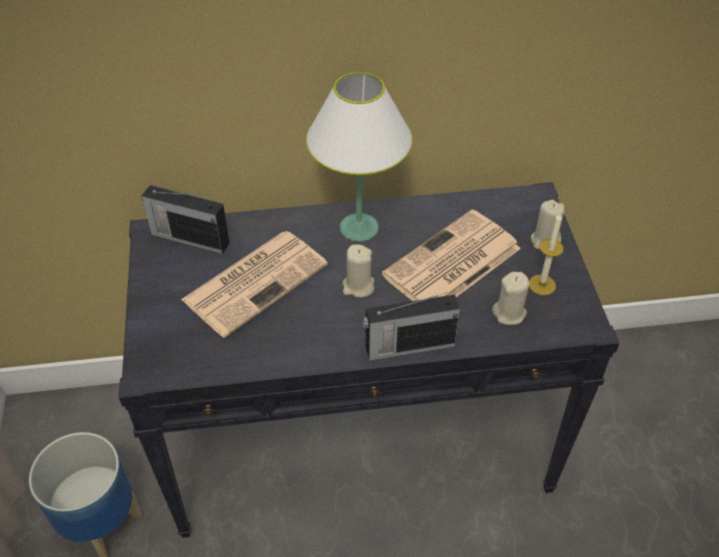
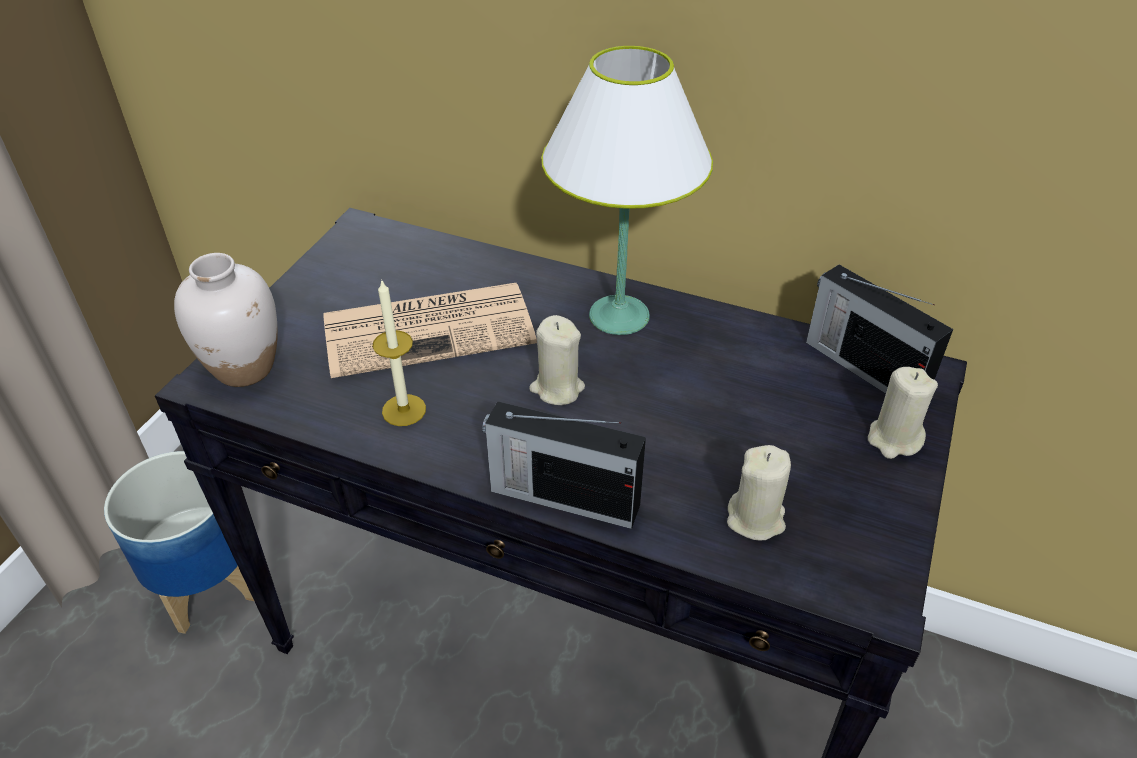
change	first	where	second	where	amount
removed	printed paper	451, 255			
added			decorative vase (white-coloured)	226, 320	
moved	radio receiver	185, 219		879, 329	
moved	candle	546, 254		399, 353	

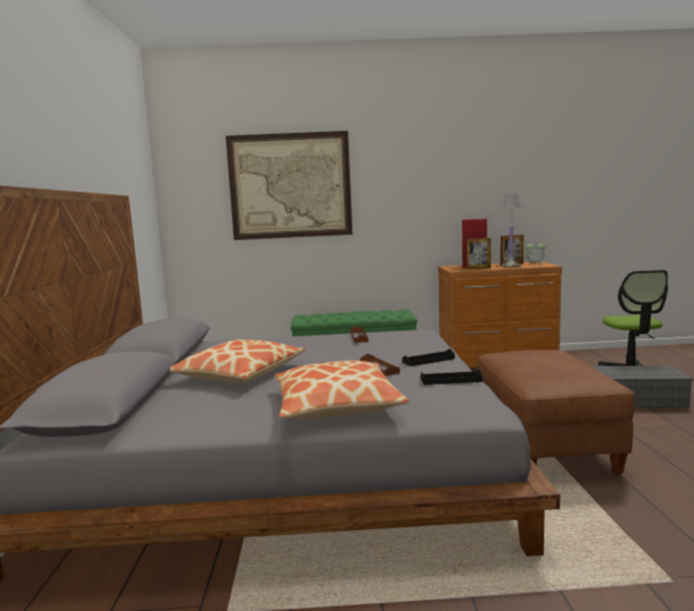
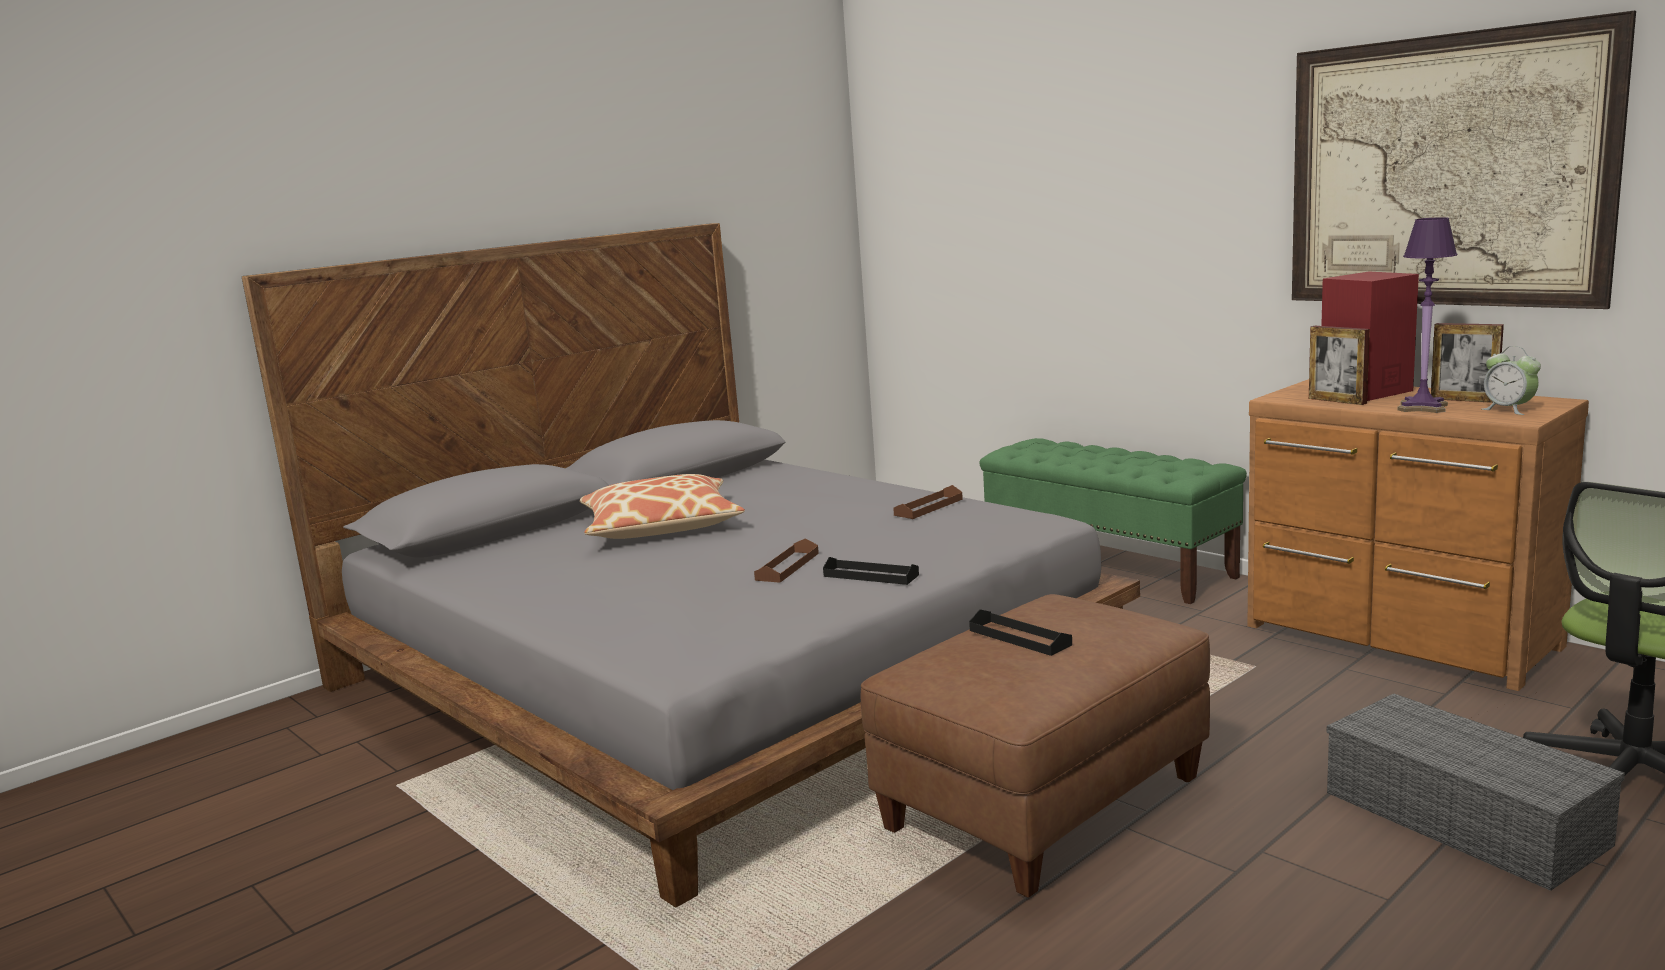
change	first	where	second	where	amount
removed	pillow	341, 390			
moved	picture	289, 185		1464, 160	
moved	tray (black-coloured)	452, 377		1020, 632	
recoloured	table lamp (white-coloured)	511, 230	table lamp (purple)	1427, 315	

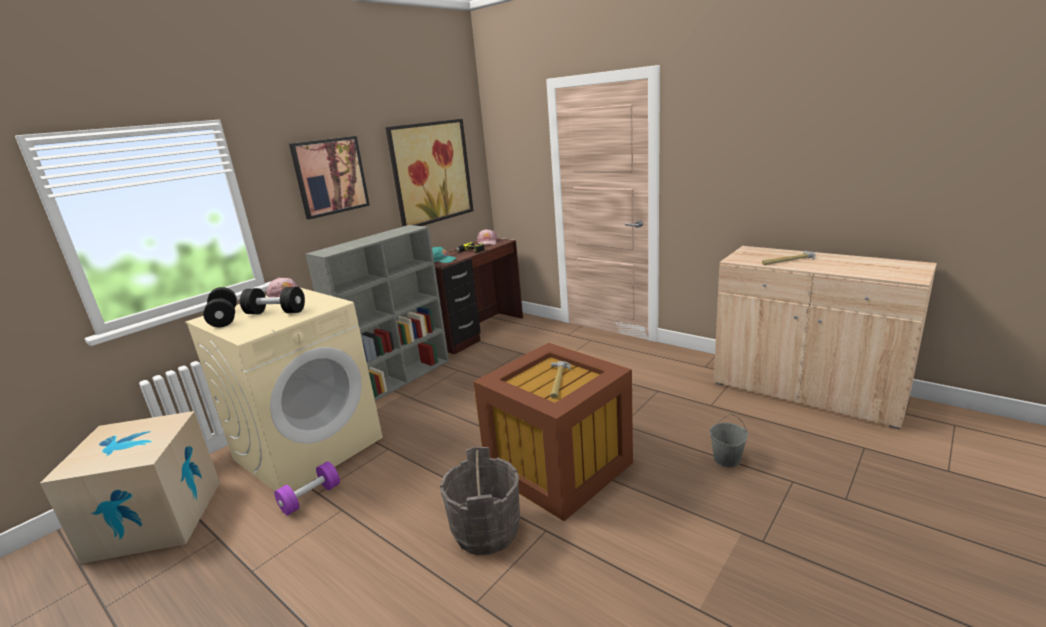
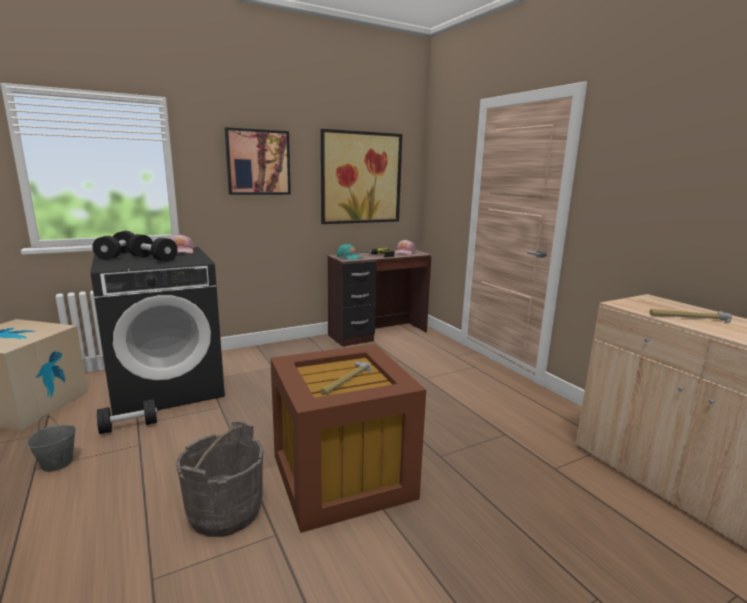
change	first	where	second	where	amount
removed	bookcase (grey)	377, 313			
moved	pail (grey)	729, 441		51, 443	
recoloured	laundry machine (beige-coloured)	284, 389	laundry machine (black-coloured)	157, 331	
recoloured	hand weight (purple)	307, 488	hand weight (black-coloured)	127, 416	

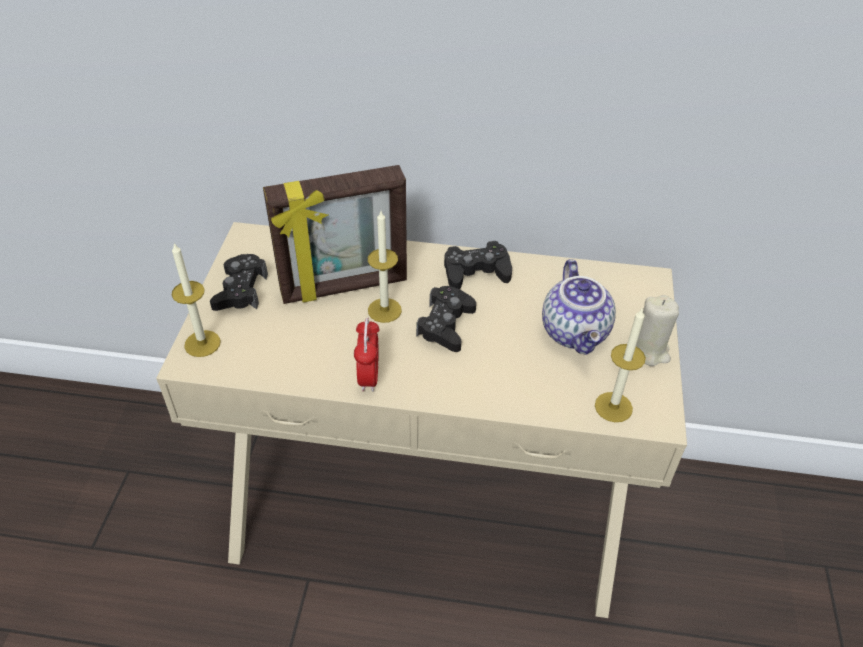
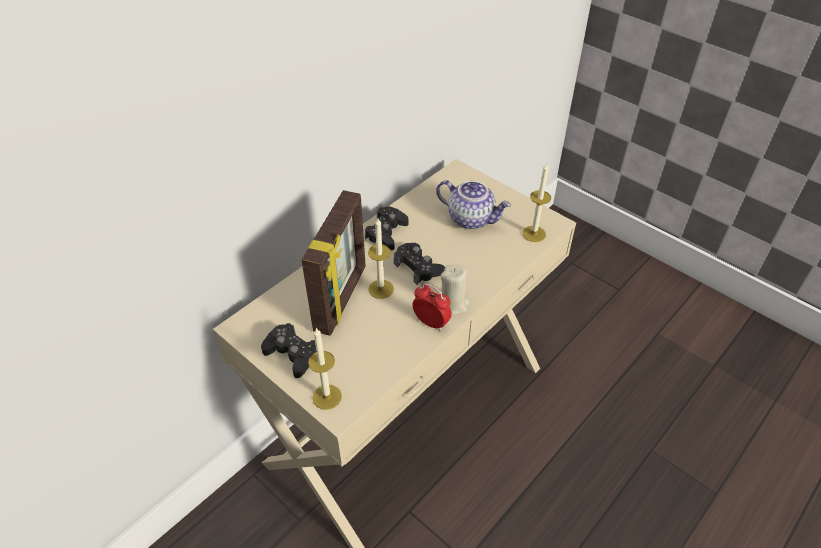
change	first	where	second	where	amount
moved	candle (beige-coloured)	657, 330		455, 290	

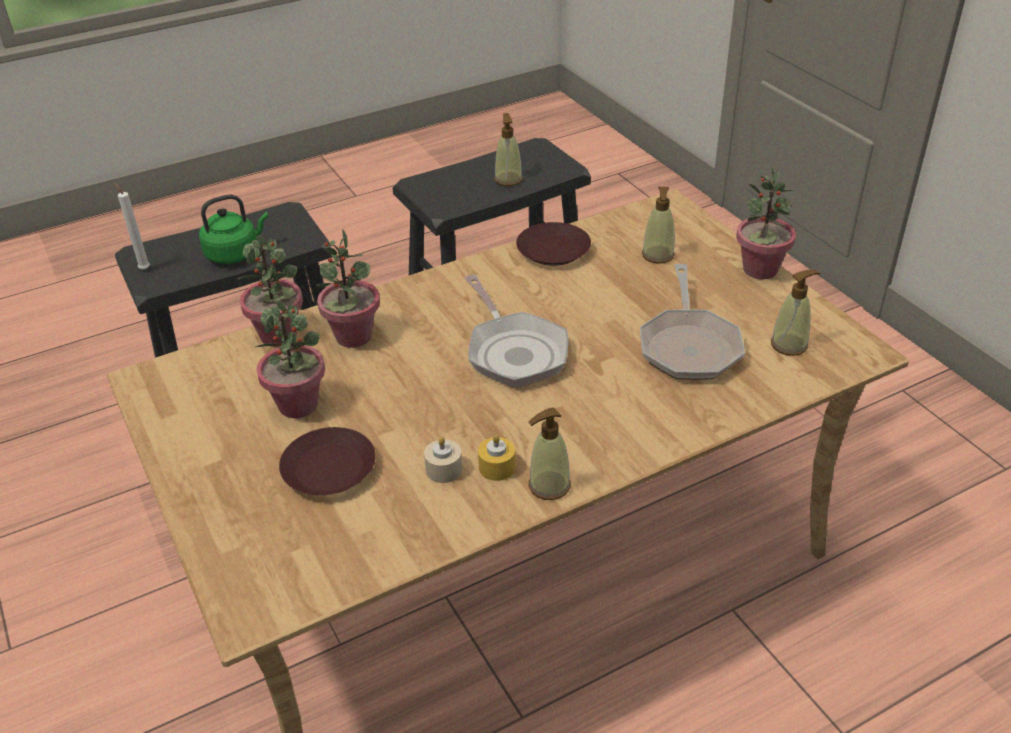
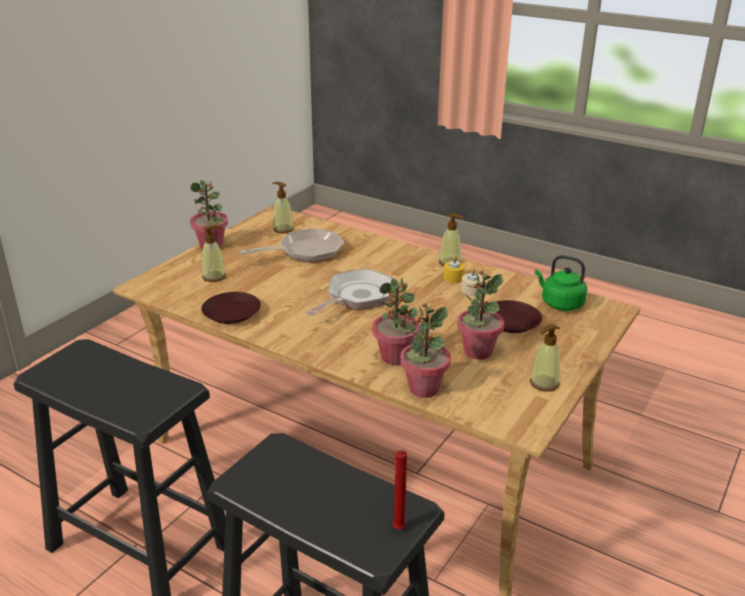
change	first	where	second	where	amount
moved	tea kettle (green-coloured)	234, 229		561, 283	
moved	soap dispenser	508, 149		545, 358	
recoloured	candle (white-coloured)	132, 226	candle (red-coloured)	400, 490	

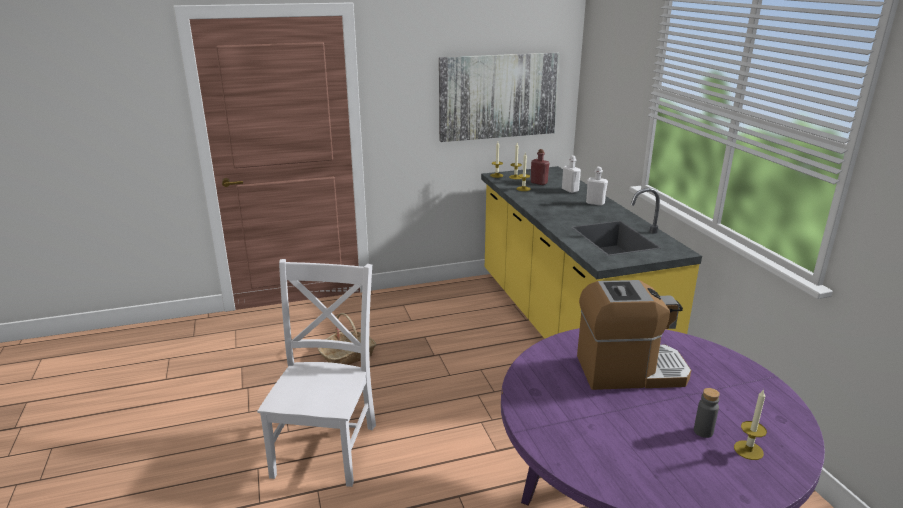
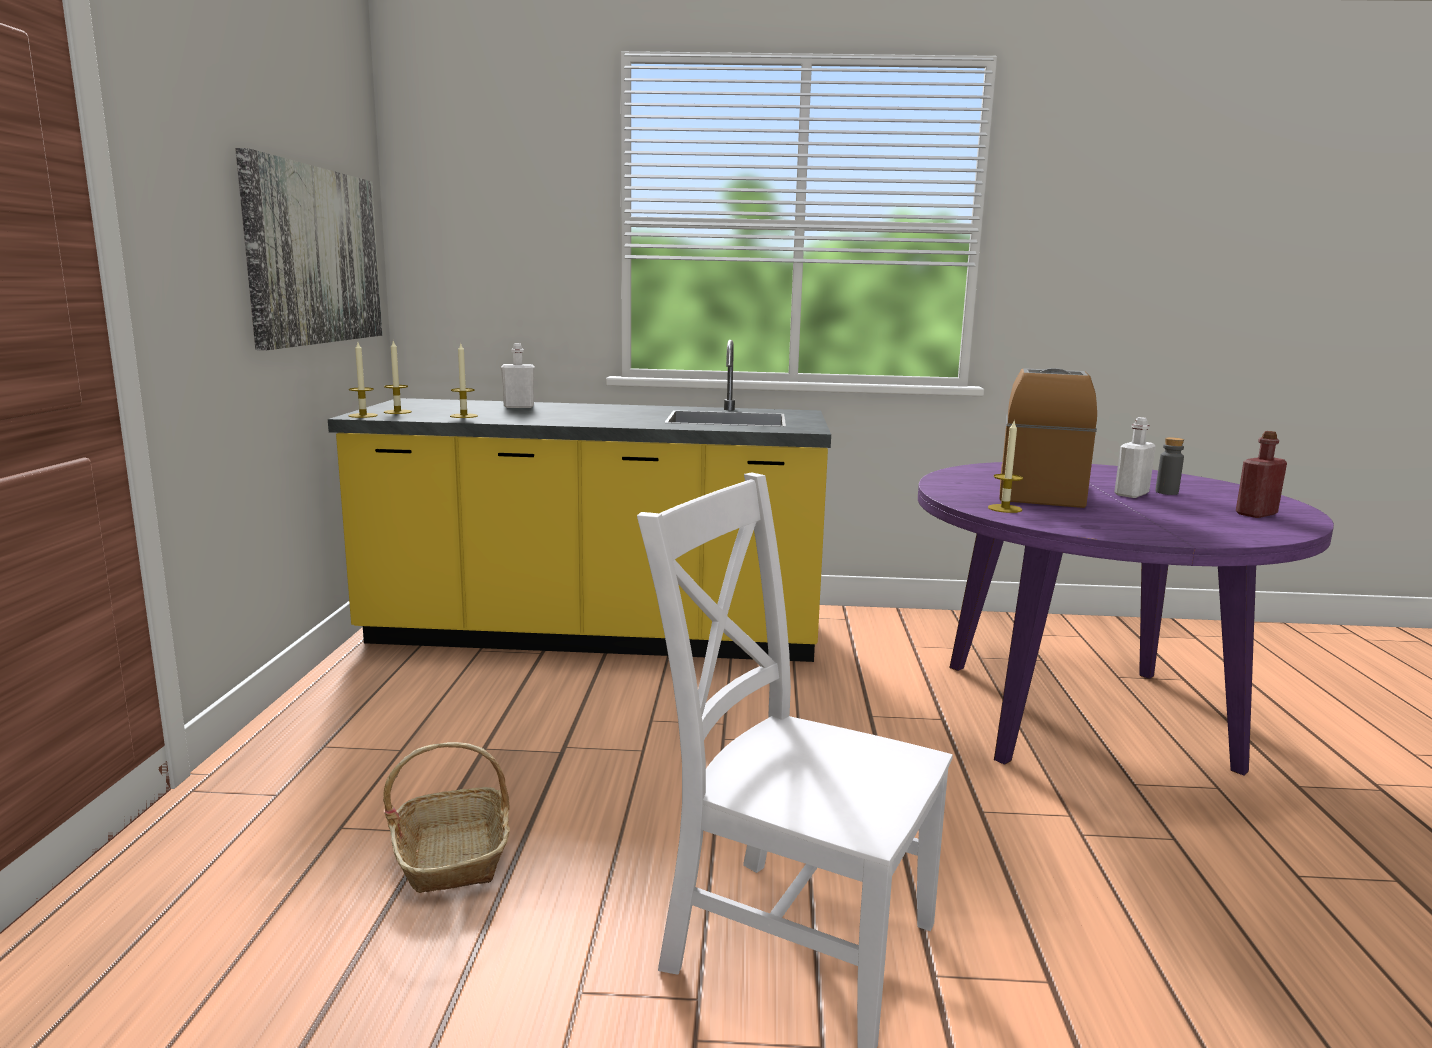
change	first	where	second	where	amount
moved	beverage bottle (red-coloured)	540, 167		1261, 474	
moved	beverage bottle (white-coloured)	597, 186		1135, 457	
moved	candle	750, 424		1005, 467	

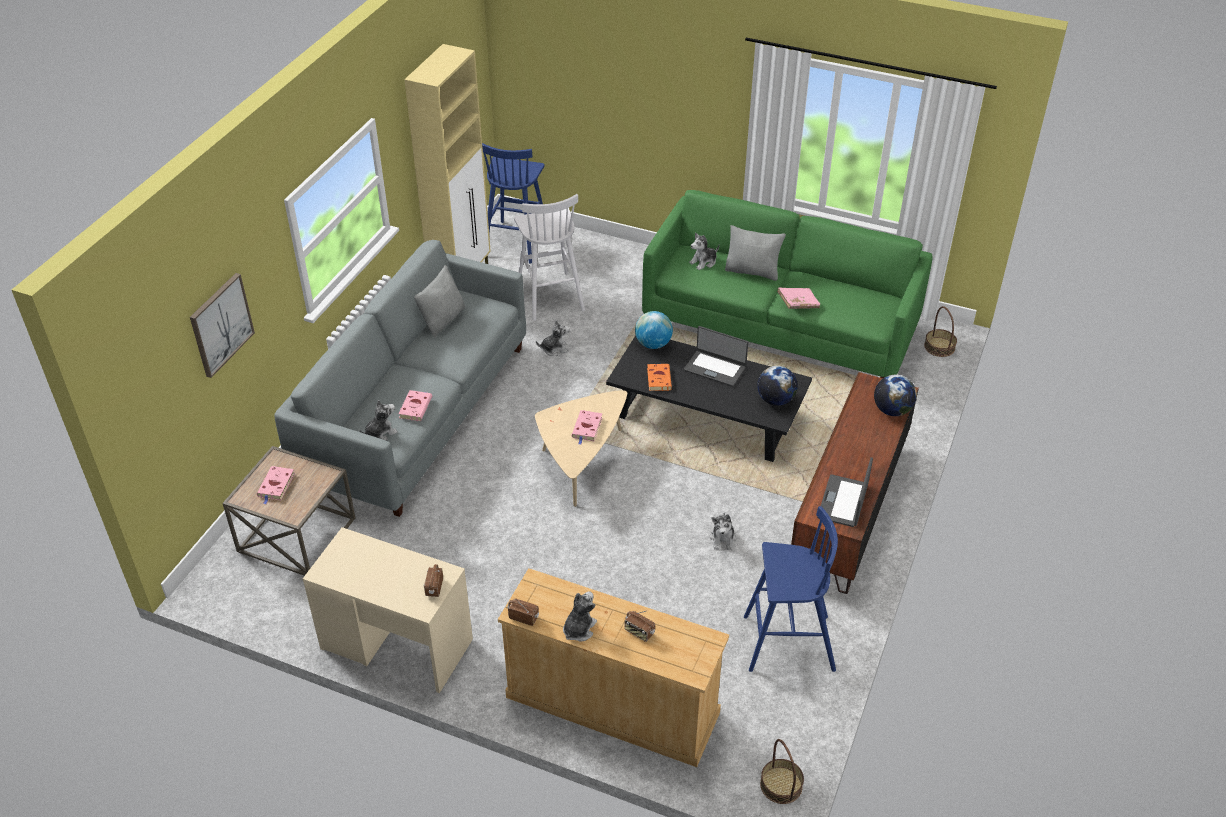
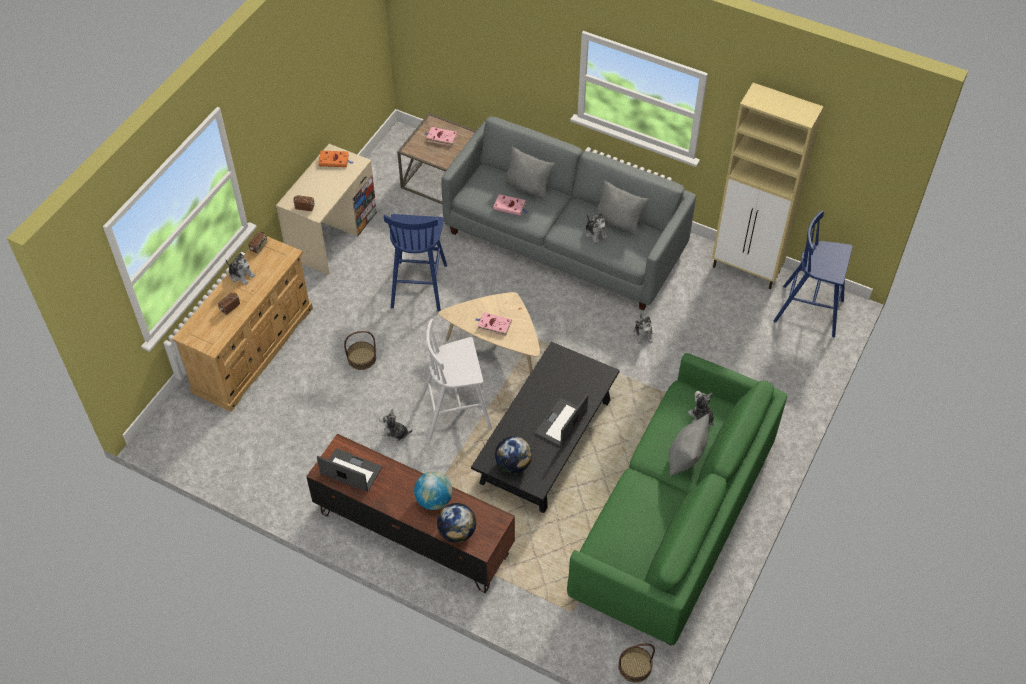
change	first	where	second	where	amount
removed	picture	222, 325			
removed	bound book (pinkish)	798, 298			
added			pillow (grey)	530, 173	
moved	cuddly toy	378, 420		596, 228	
moved	stool seat (white-coloured)	549, 257		456, 380	
moved	desk globe	654, 330		433, 490	
moved	bound book (orangey)	659, 377		335, 159	
moved	stool seat (blue-coloured)	791, 589		415, 263	
moved	basket	782, 771		360, 350	

